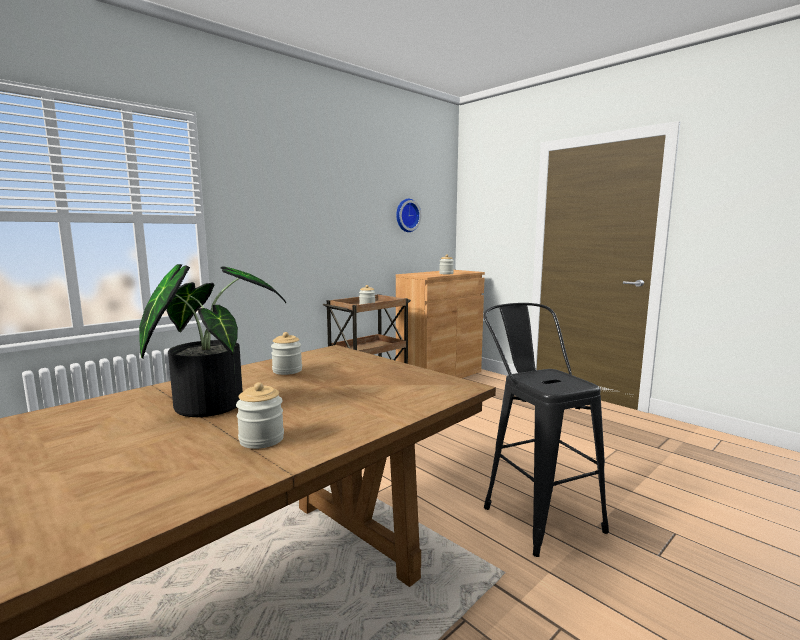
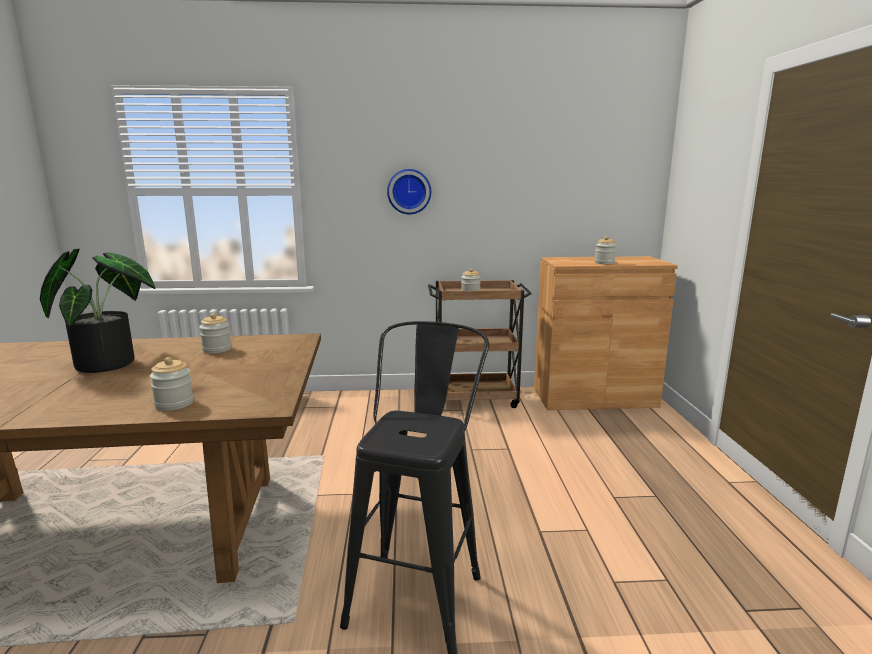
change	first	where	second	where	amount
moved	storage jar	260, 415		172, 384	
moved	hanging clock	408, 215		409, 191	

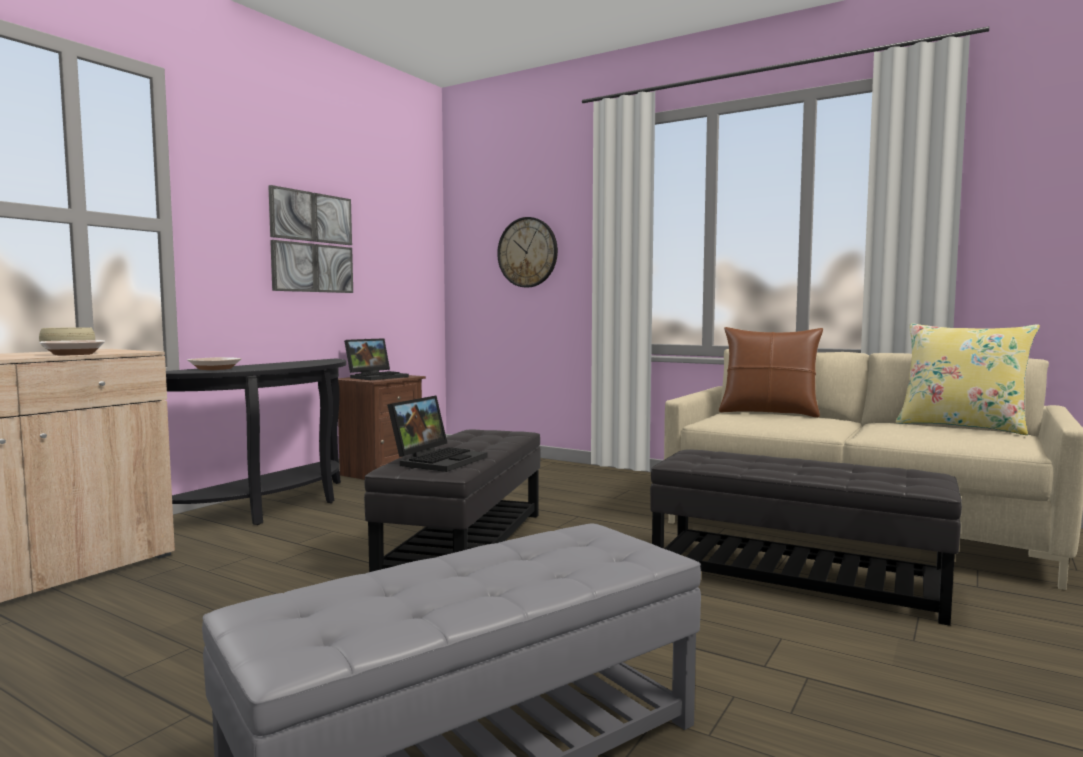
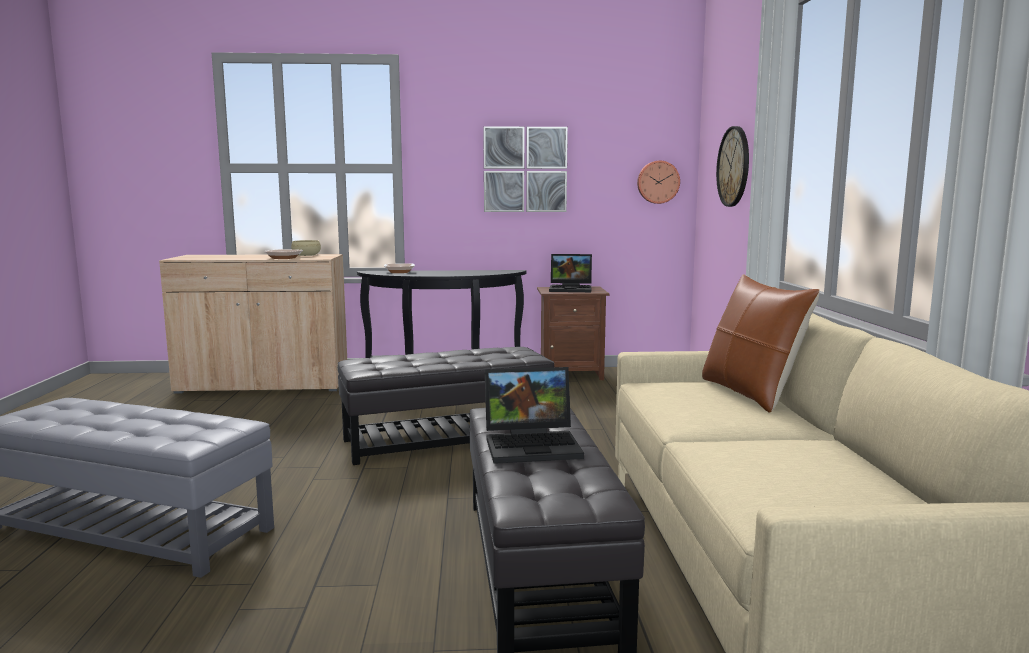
change	first	where	second	where	amount
removed	pillow (yellow-coloured)	968, 379			
added			hanging clock	658, 182	
moved	notebook computer	437, 434		534, 415	

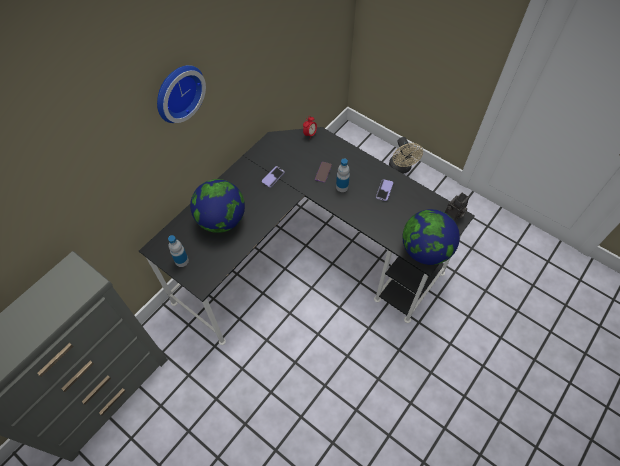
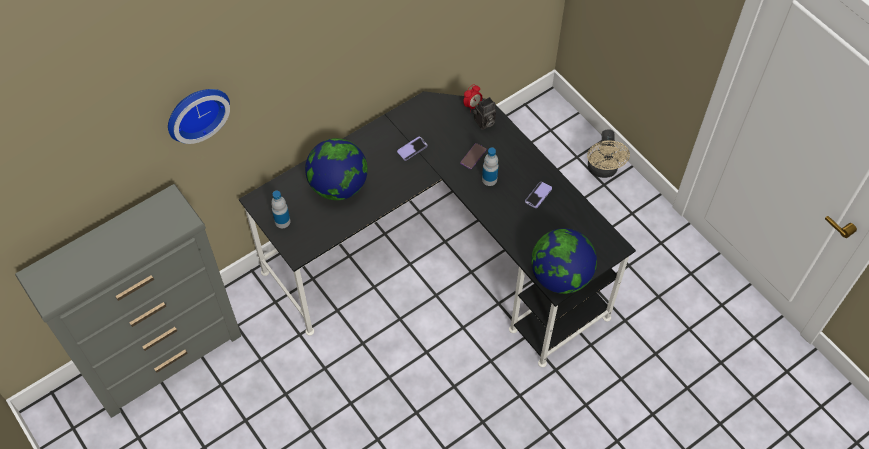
change	first	where	second	where	amount
moved	hanging clock	181, 94		199, 116	
moved	photo camera	457, 207		484, 113	

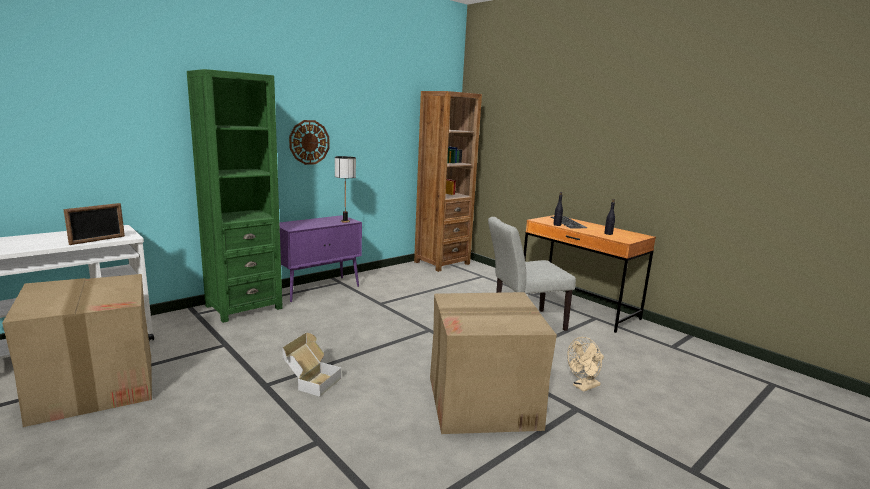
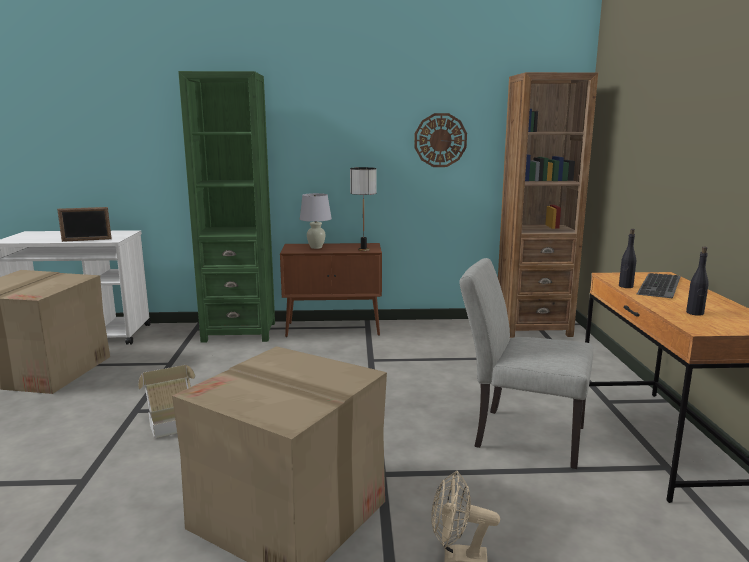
change	first	where	second	where	amount
added			table lamp (white-coloured)	316, 221	
moved	hanging clock	309, 142		440, 140	
recoloured	cabinet (purple)	320, 258	cabinet (brown)	331, 290	

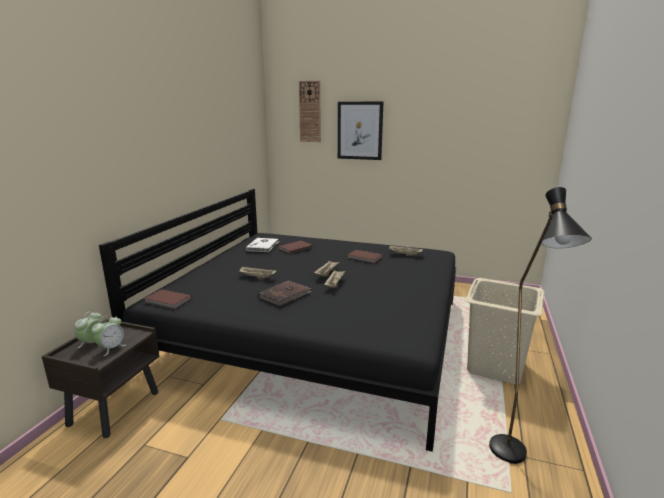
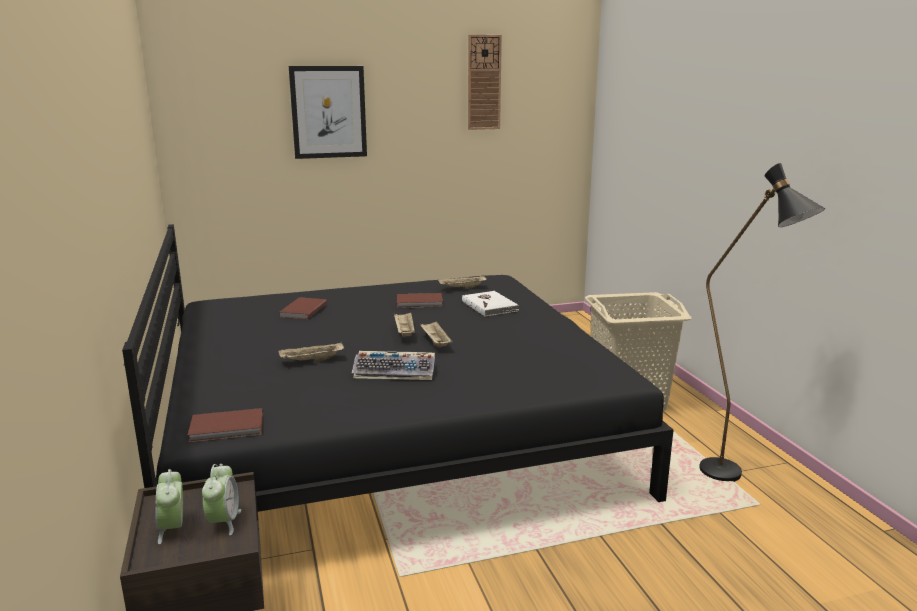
change	first	where	second	where	amount
moved	bound book (white-coloured)	263, 245		490, 304	
moved	hanging clock	310, 111		485, 82	
replaced	bound book (brown)	285, 293	computer keyboard	393, 365	

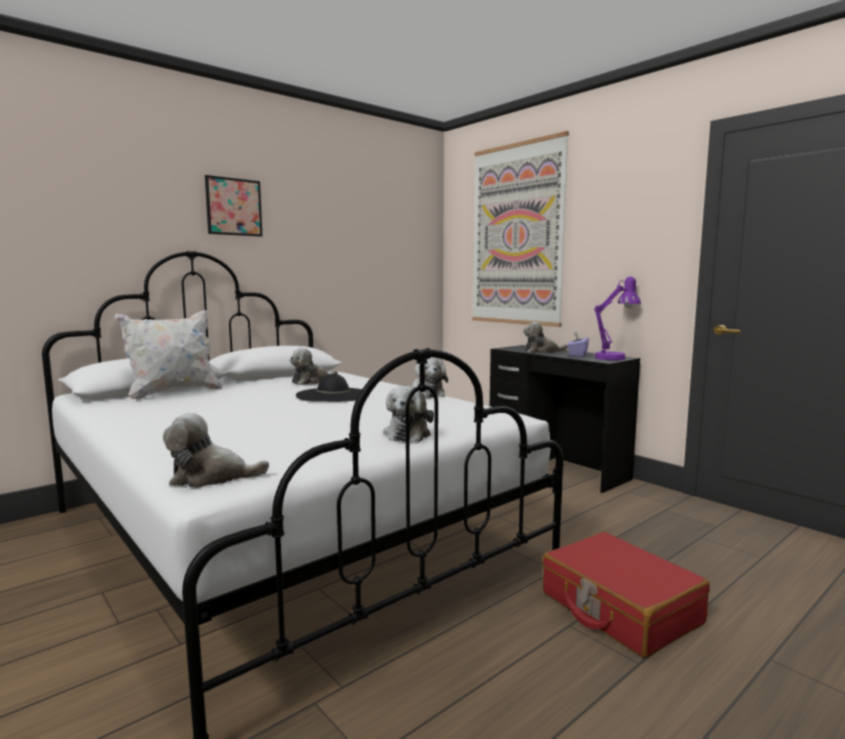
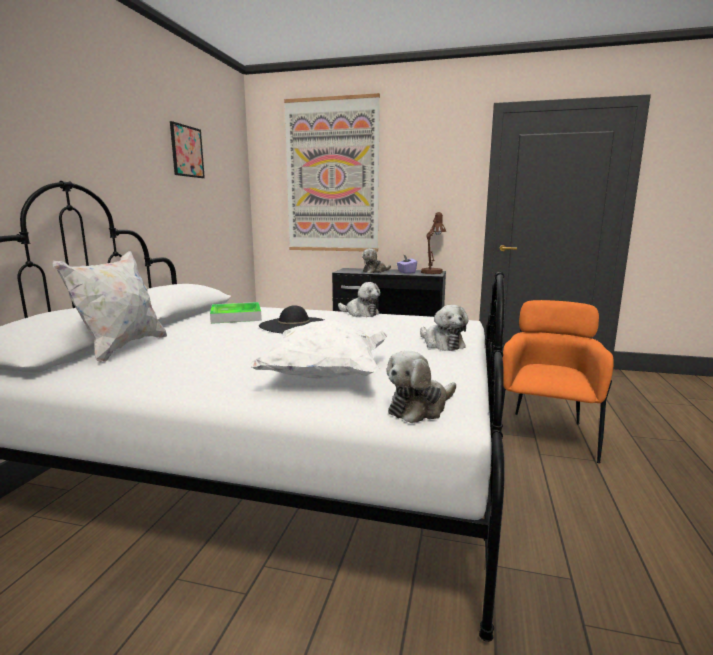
change	first	where	second	where	amount
added			pillow (white-coloured)	318, 349	
moved	picture	233, 206		187, 149	
replaced	cuddly toy	314, 366	tray	236, 313	
replaced	piece of luggage (red-coloured)	626, 595	lounge chair (orangey)	558, 381	
recoloured	table lamp (purple)	617, 318	table lamp (brown)	433, 243	

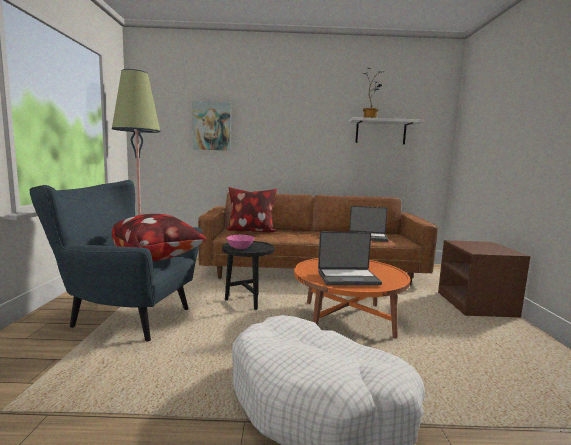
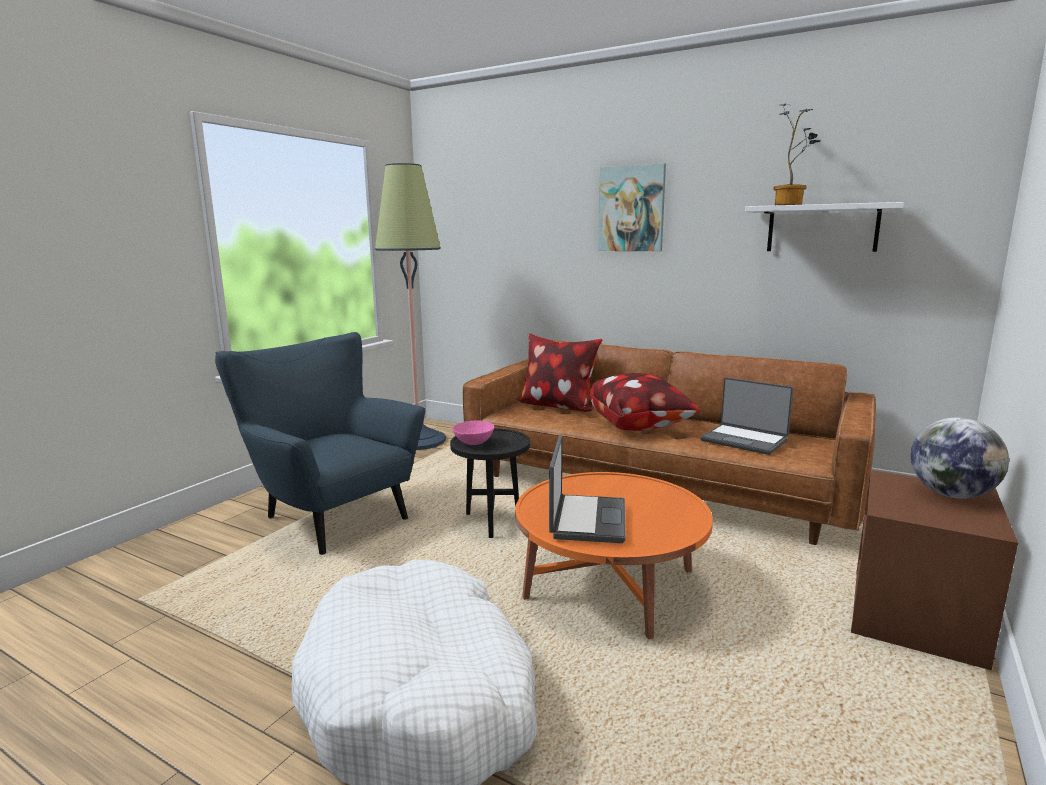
change	first	where	second	where	amount
added			desk globe	960, 458	
moved	pillow	159, 237		645, 402	
moved	picture	212, 126		632, 207	
turned	notebook computer	350, 258		587, 489	105 degrees counterclockwise

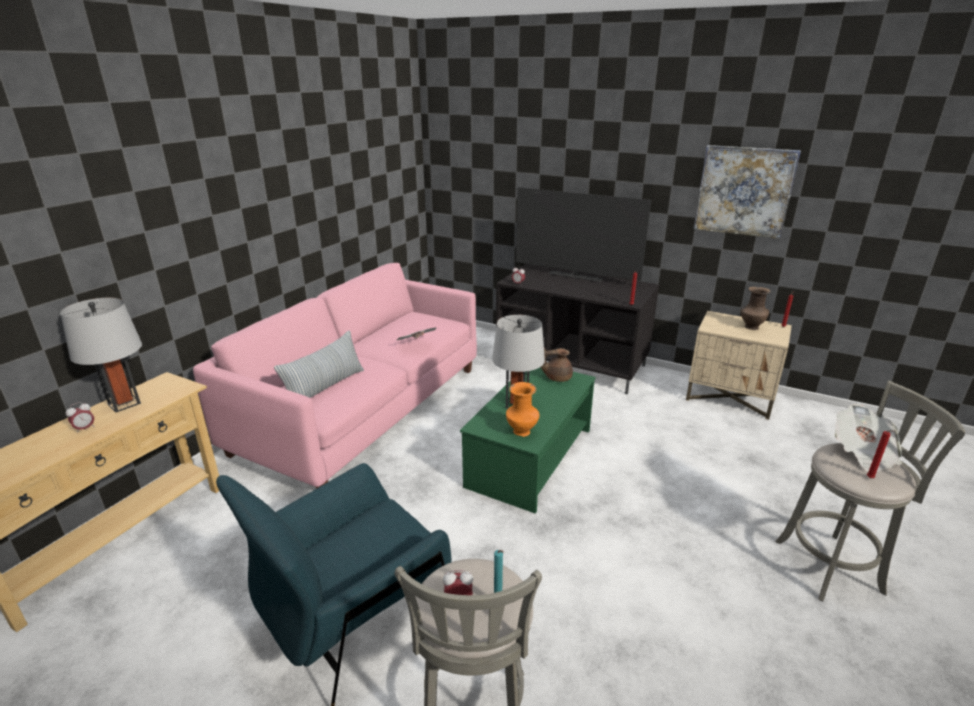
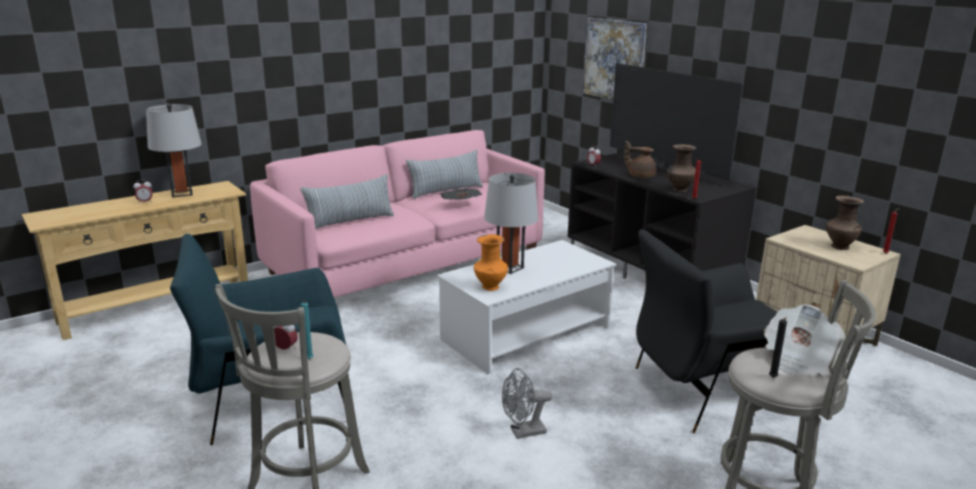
change	first	where	second	where	amount
added			pillow	444, 174	
added			fan (grey)	527, 403	
added			lounge chair (black-coloured)	706, 331	
added			decorative vase (brown)	681, 168	
moved	pot for tea (brown)	557, 364		640, 159	
moved	picture	747, 192		615, 58	
recoloured	low table (green-coloured)	528, 440	low table (white-coloured)	527, 307	
recoloured	candle (red-coloured)	879, 454	candle (black-coloured)	778, 348	

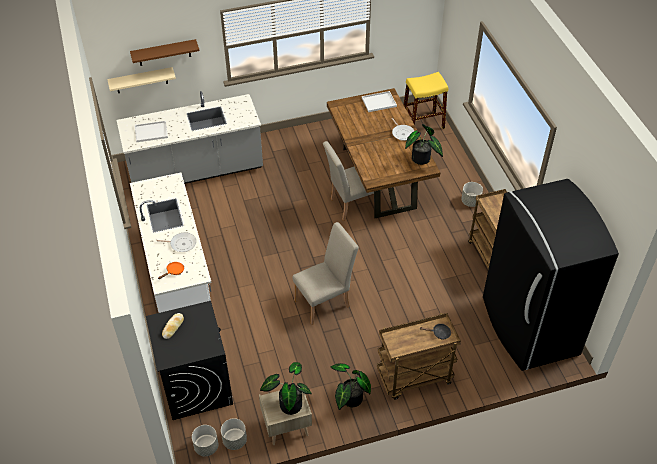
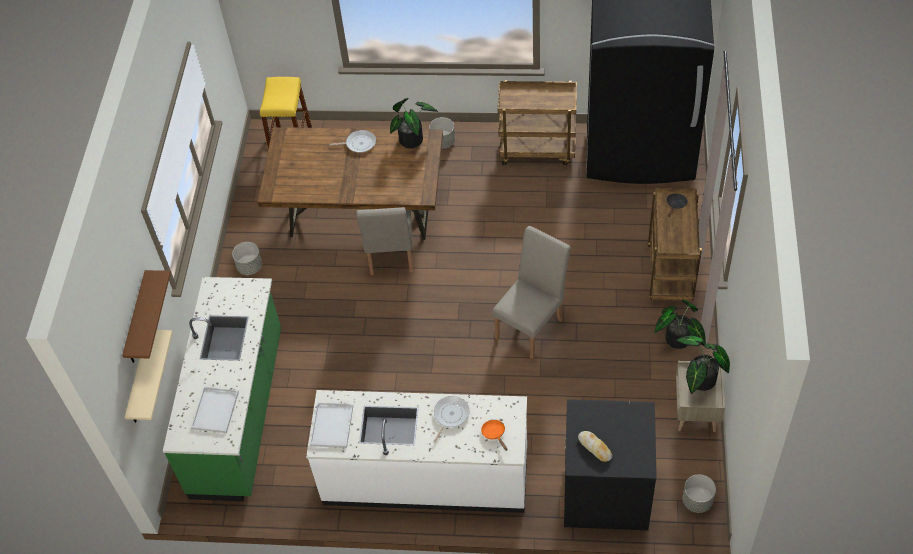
change	first	where	second	where	amount
moved	flower pot (grey)	234, 434		247, 258	
moved	tray (white-coloured)	379, 101		331, 425	
recoloured	counter (grey)	189, 137	counter (green-coloured)	222, 389	
turned	upright chair (beige-coloured)	326, 273		532, 292	45 degrees clockwise

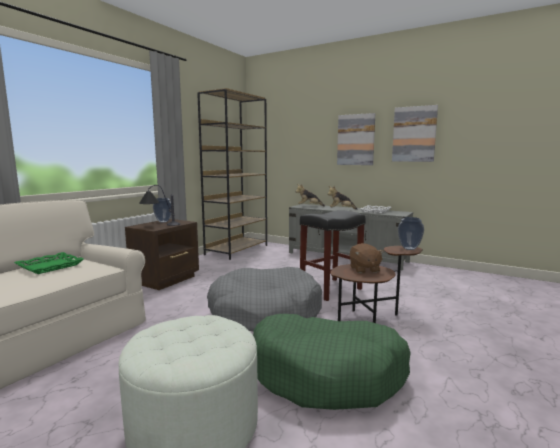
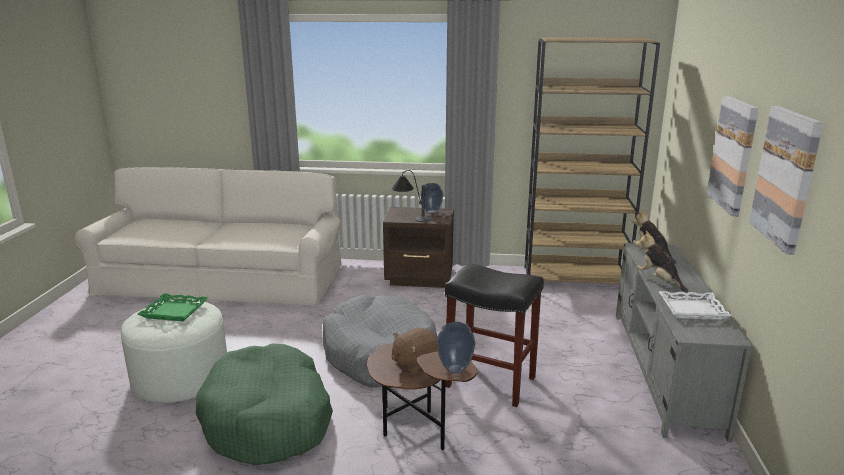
change	first	where	second	where	amount
moved	tray (green-coloured)	49, 263		173, 307	

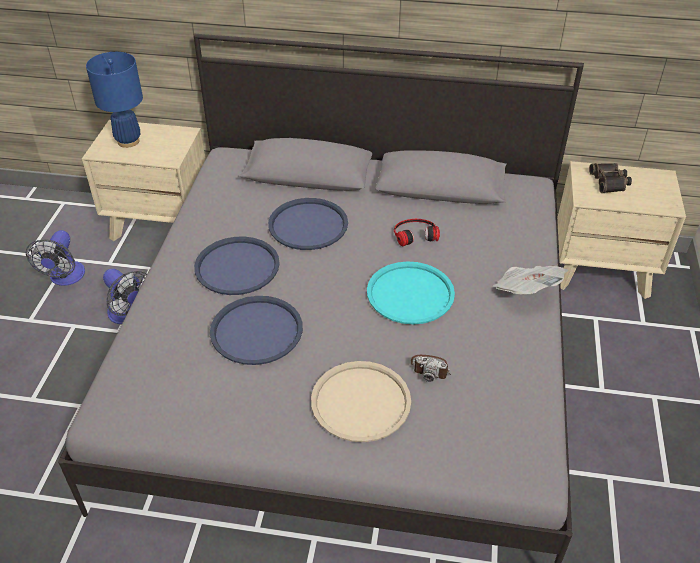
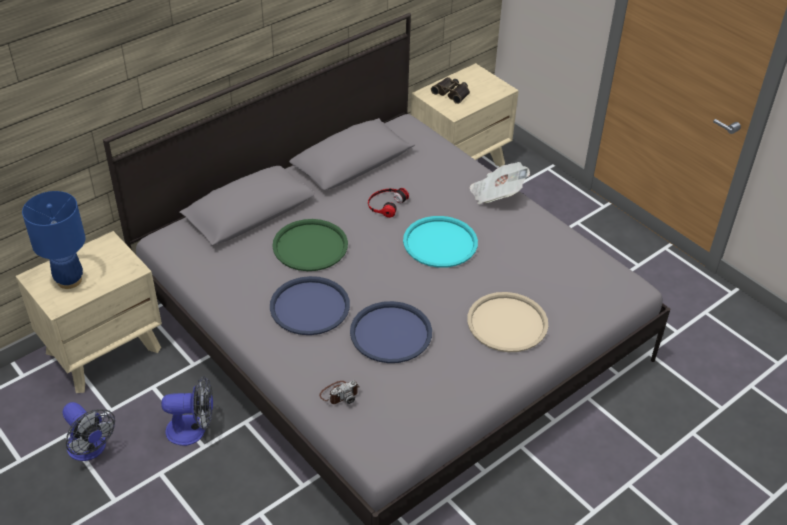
change	first	where	second	where	amount
moved	photo camera	431, 368		339, 392	
recoloured	tray (blue-coloured)	308, 224	tray (green-coloured)	310, 245	

